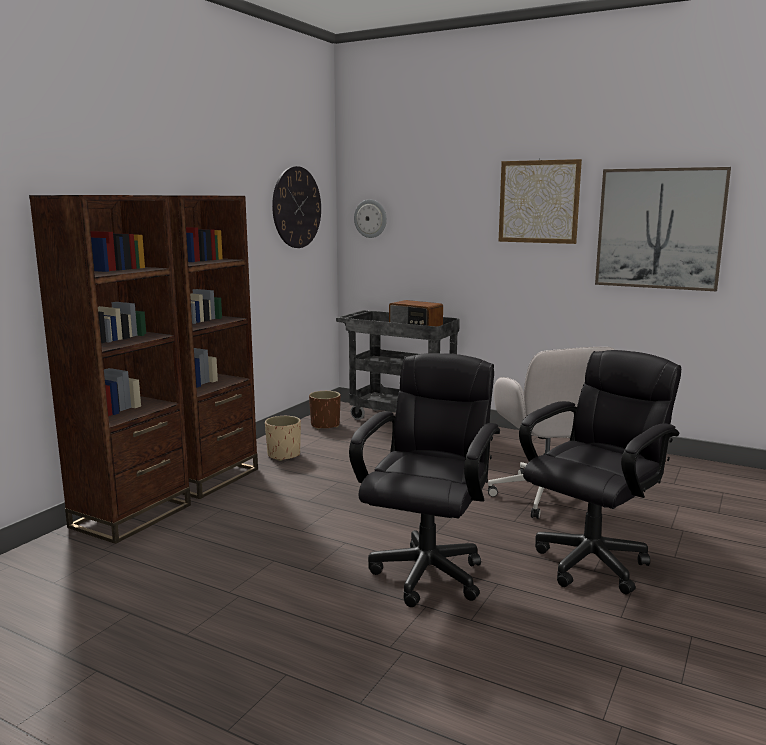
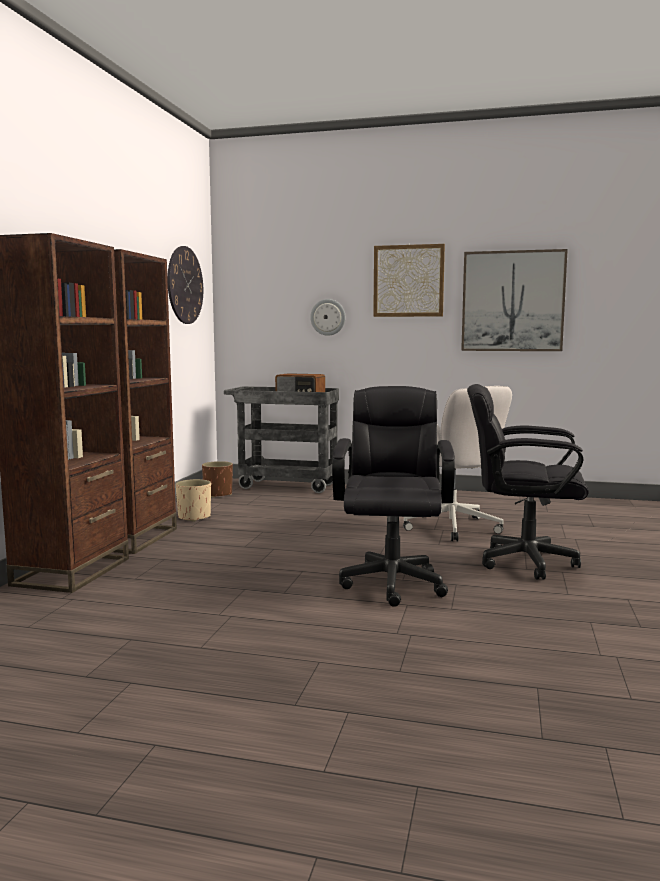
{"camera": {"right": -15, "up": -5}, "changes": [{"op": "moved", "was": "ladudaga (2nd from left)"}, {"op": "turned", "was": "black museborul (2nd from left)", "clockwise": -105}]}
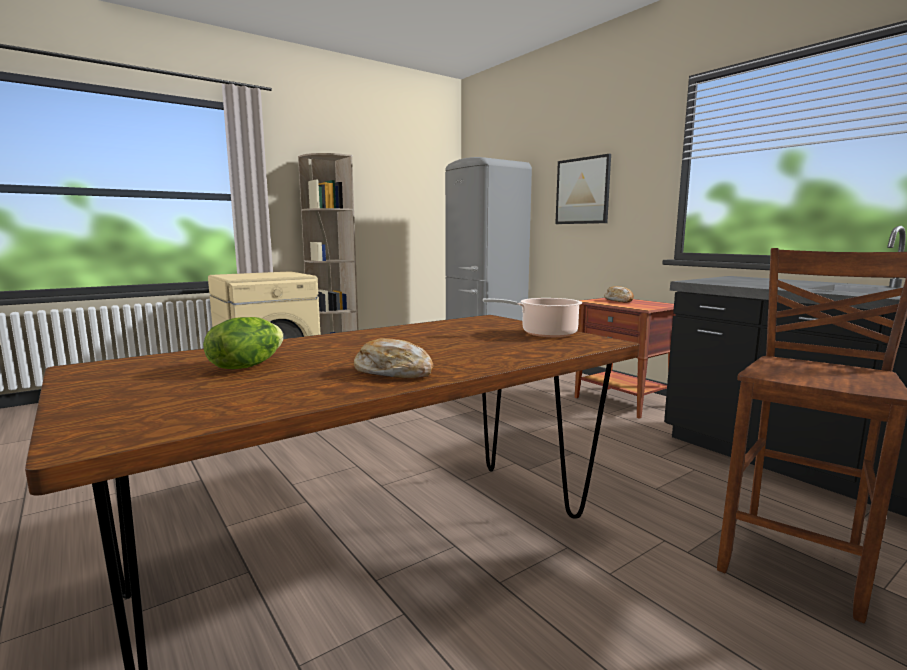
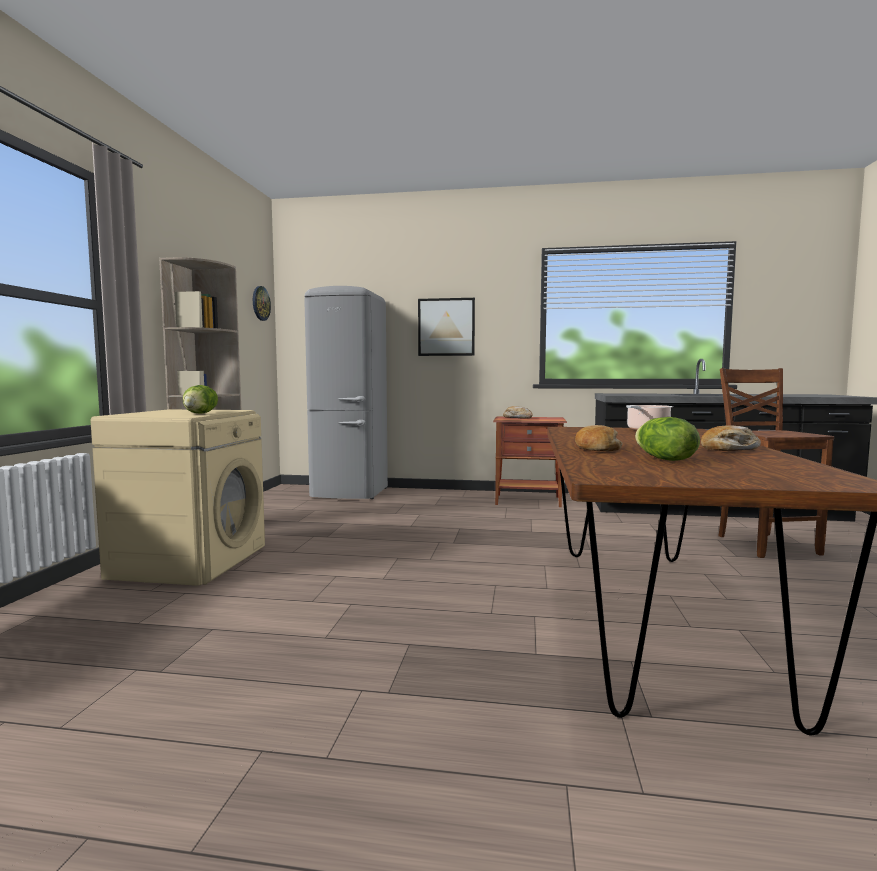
{"camera": {"right": -45, "up": -5}, "changes": [{"op": "added", "now": "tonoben (1st from left)"}, {"op": "added", "now": "ladudaga"}, {"op": "added", "now": "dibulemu (2nd from left)"}]}
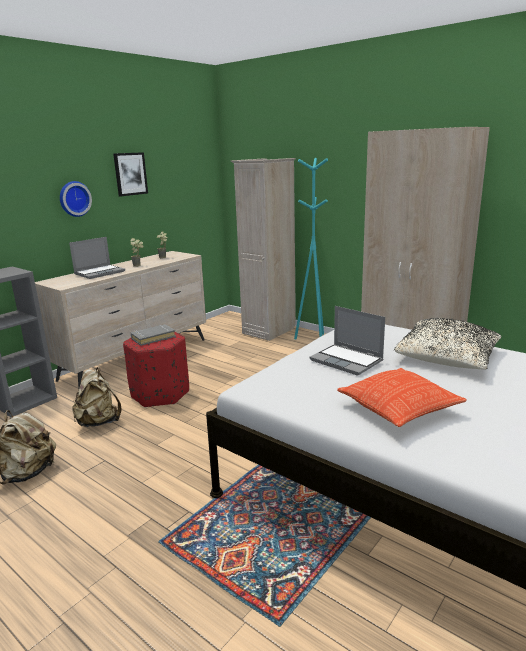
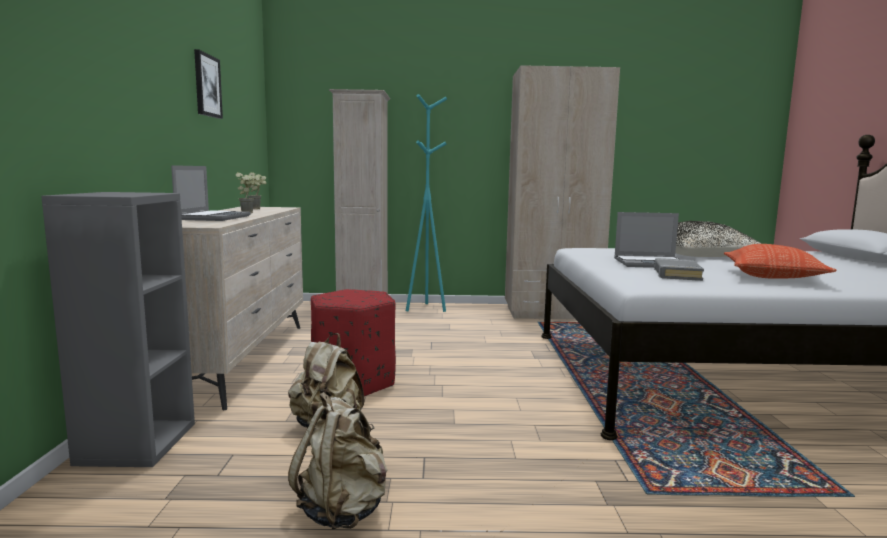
{"camera": {"right": -40, "up": -10}, "changes": [{"op": "moved", "was": "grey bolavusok"}, {"op": "removed", "was": "ladudaga"}]}
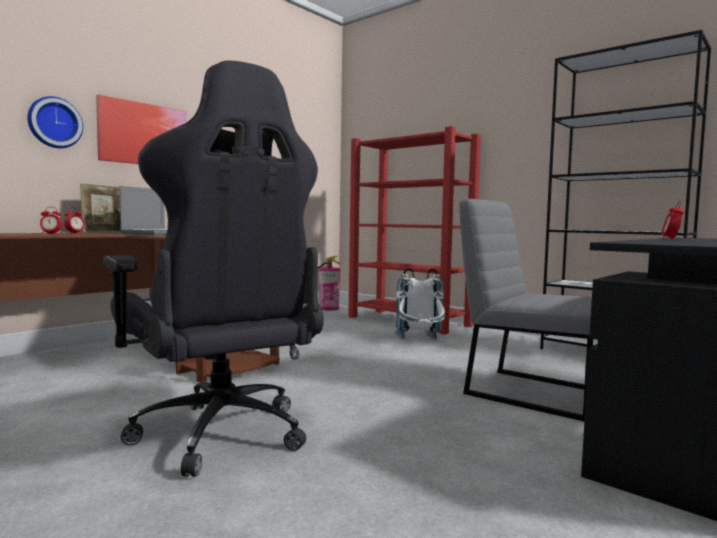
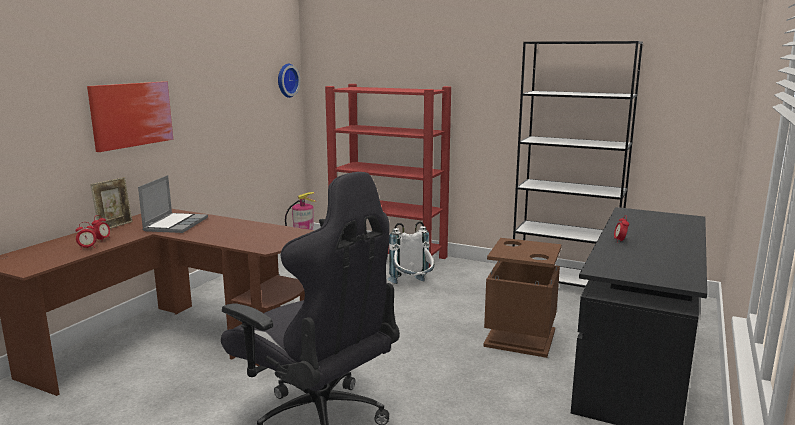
{"camera": {"right": -15, "up": 10}, "changes": [{"op": "moved", "was": "ladudaga"}, {"op": "replaced", "was": "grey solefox", "now": "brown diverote"}]}
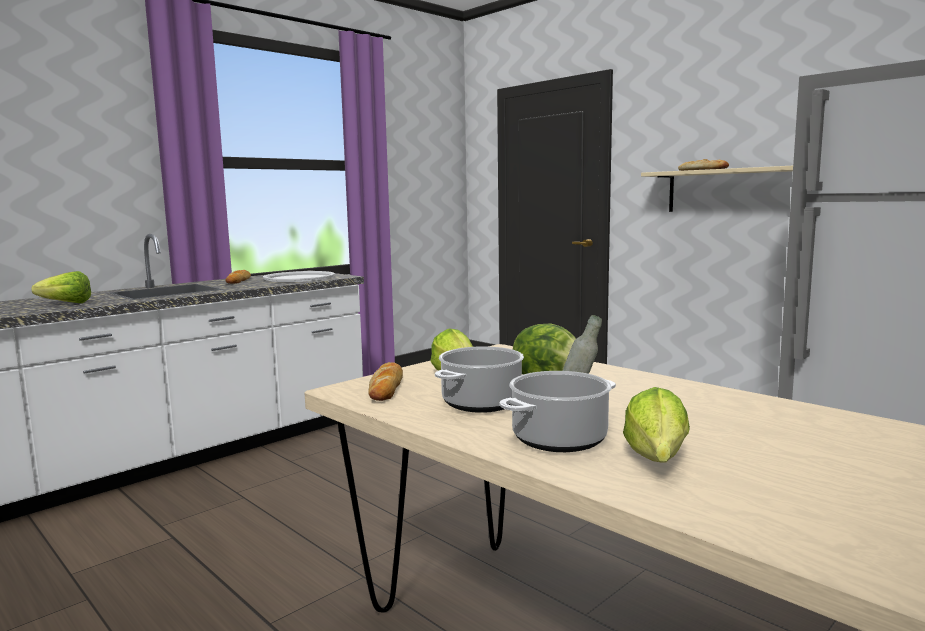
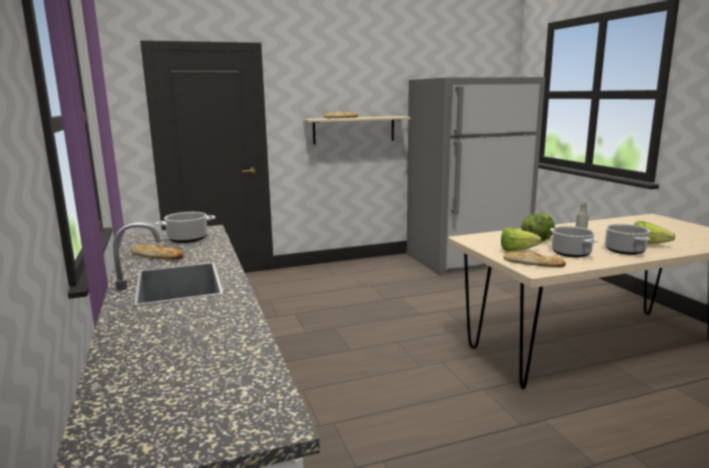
{"camera": {"right": -65, "up": 5}, "changes": [{"op": "replaced", "was": "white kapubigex", "now": "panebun (1st from left)"}, {"op": "removed", "was": "tonoben (1st from left)"}]}
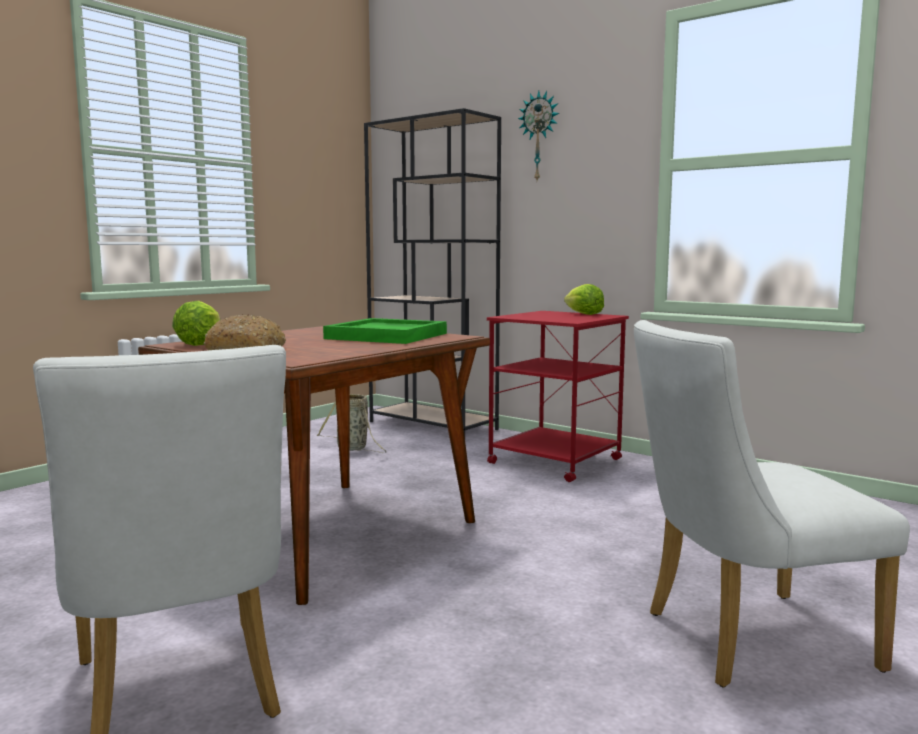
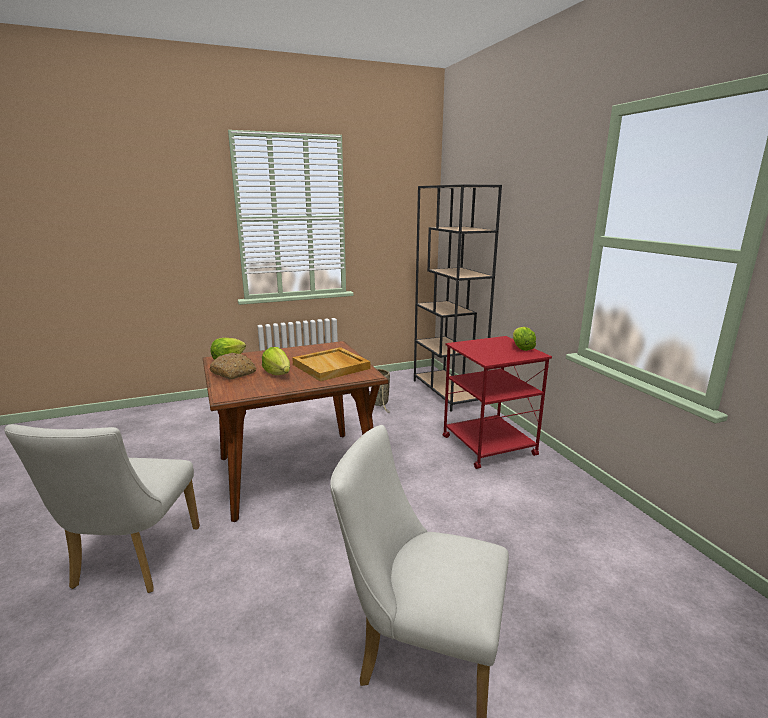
{"camera": {"right": 30, "up": 10}, "changes": [{"op": "added", "now": "tonoben (2nd from left)"}, {"op": "recoloured", "was": "green kapubigex", "now": "beige kapubigex"}, {"op": "removed", "was": "ladudaga"}]}
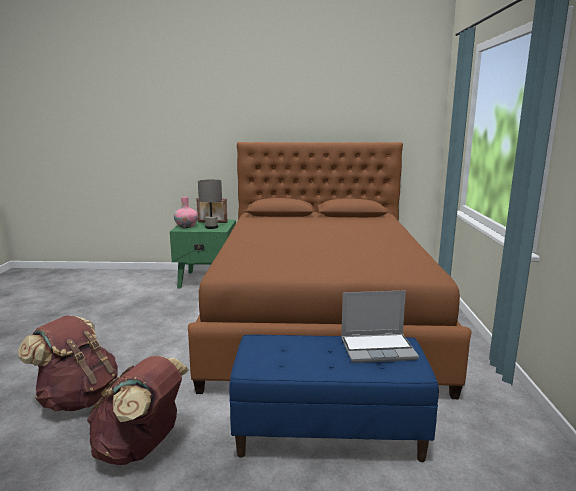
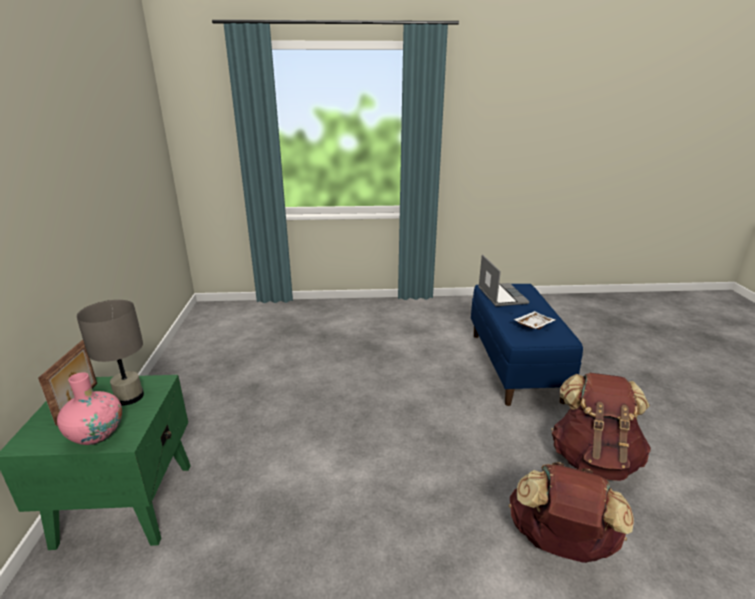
{"camera": {"right": -95, "up": 10}, "changes": [{"op": "added", "now": "white kapubigex"}, {"op": "removed", "was": "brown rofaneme"}]}
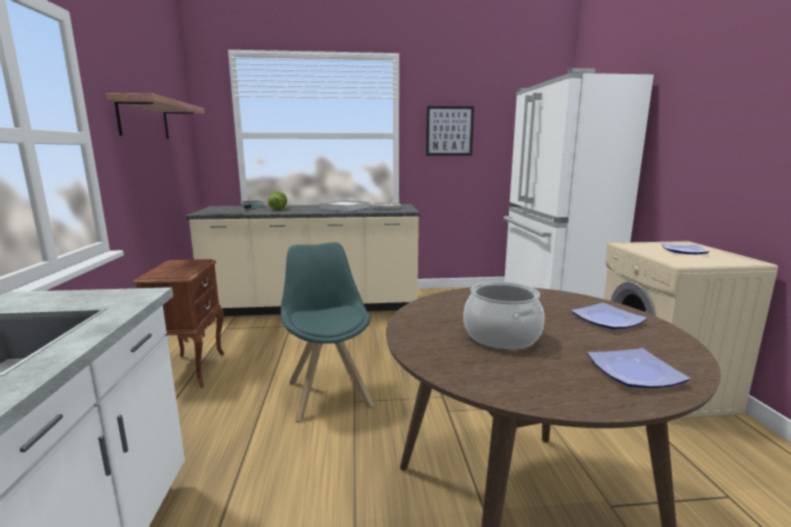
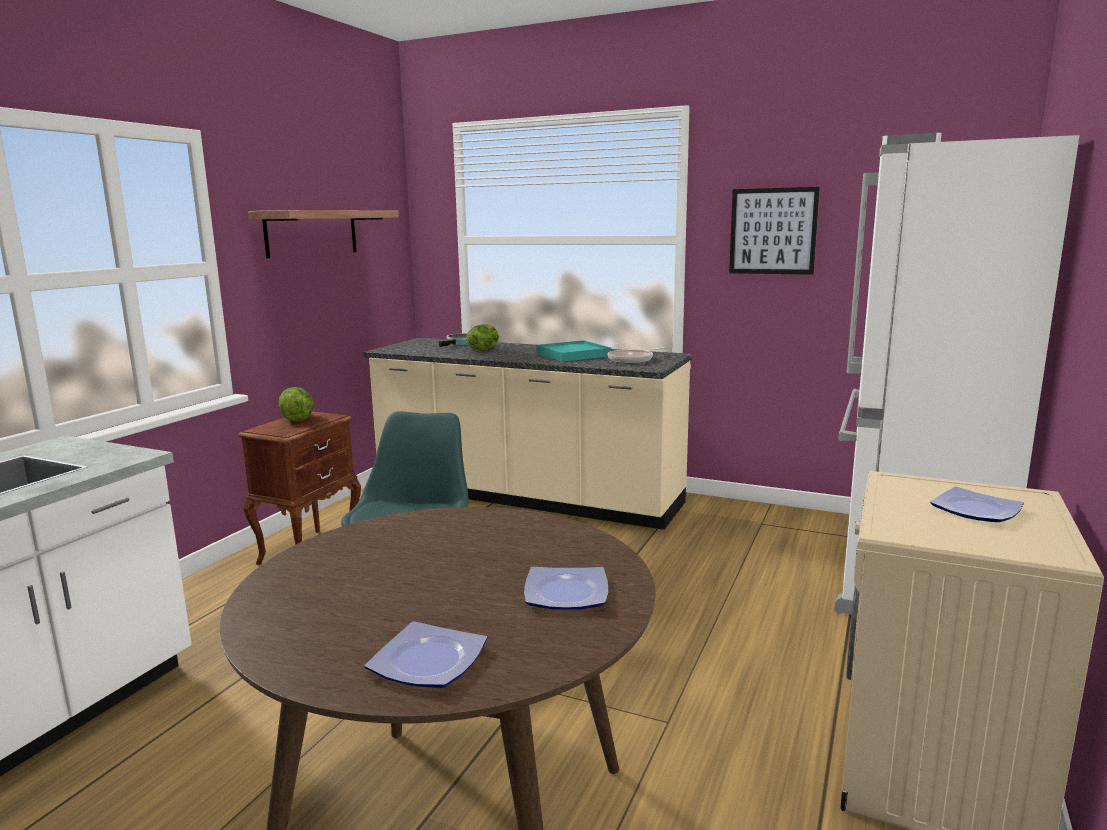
{"camera": {"right": 30, "up": 0}, "changes": [{"op": "added", "now": "tonoben (1st from left)"}, {"op": "recoloured", "was": "white kapubigex", "now": "turquoise kapubigex"}, {"op": "removed", "was": "panebun"}]}
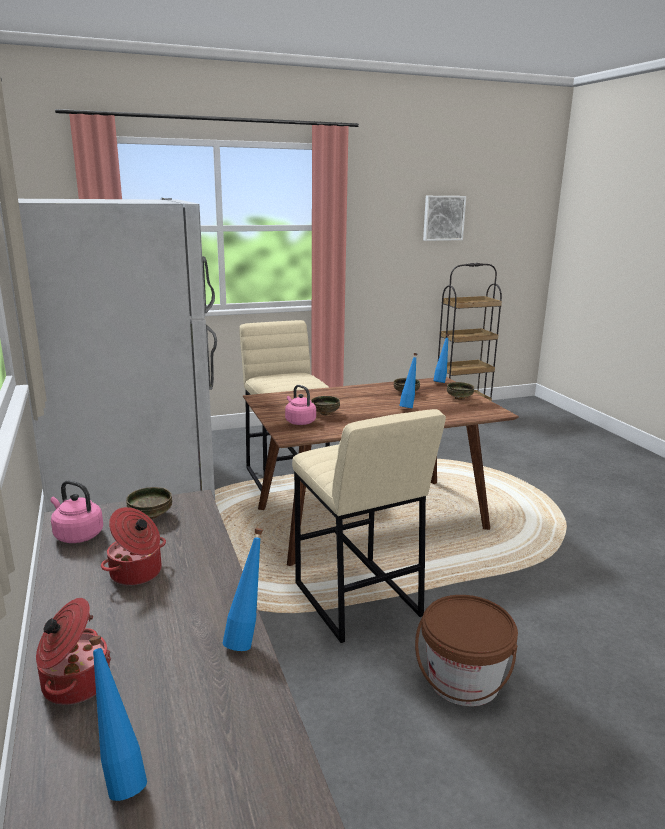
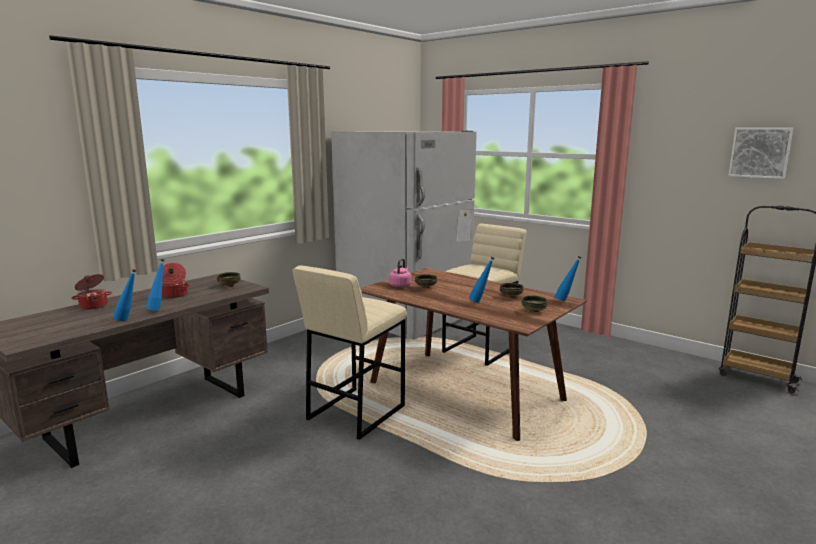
{"camera": {"right": 60, "up": -5}, "changes": [{"op": "moved", "was": "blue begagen (1st from left in the first image)", "now": "blue begagen (2nd from left)"}, {"op": "removed", "was": "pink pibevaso (1st from left)"}, {"op": "removed", "was": "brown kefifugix"}]}
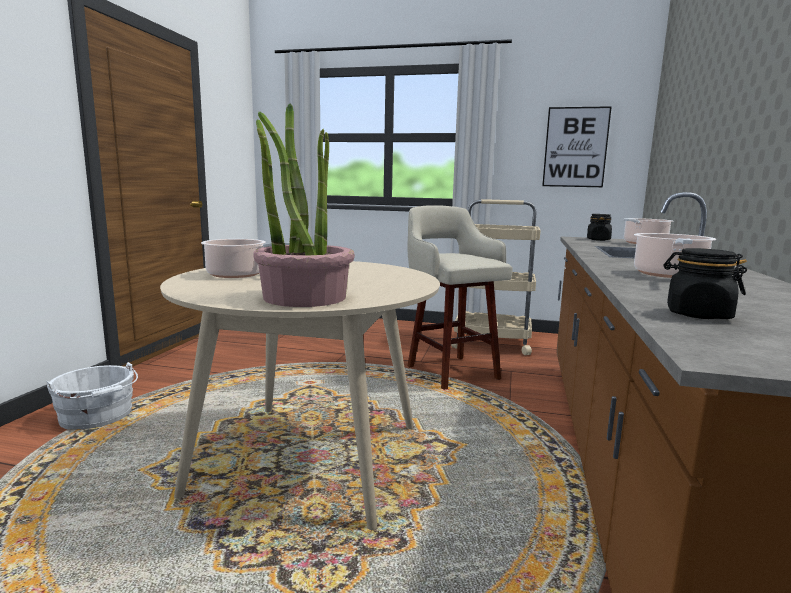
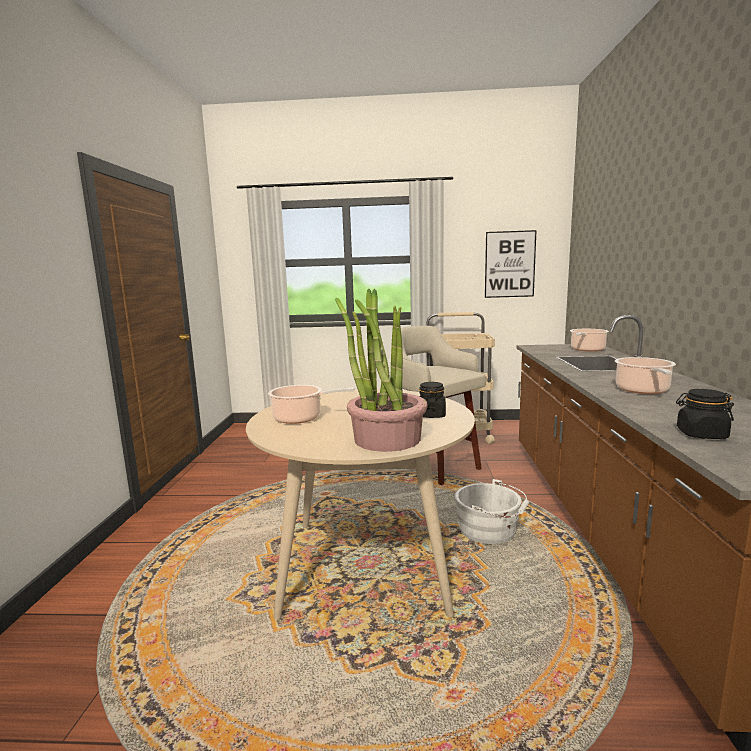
{"camera": {"right": -10, "up": 0}, "changes": [{"op": "moved", "was": "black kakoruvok (1st from left)"}, {"op": "moved", "was": "white kefifugix"}]}
